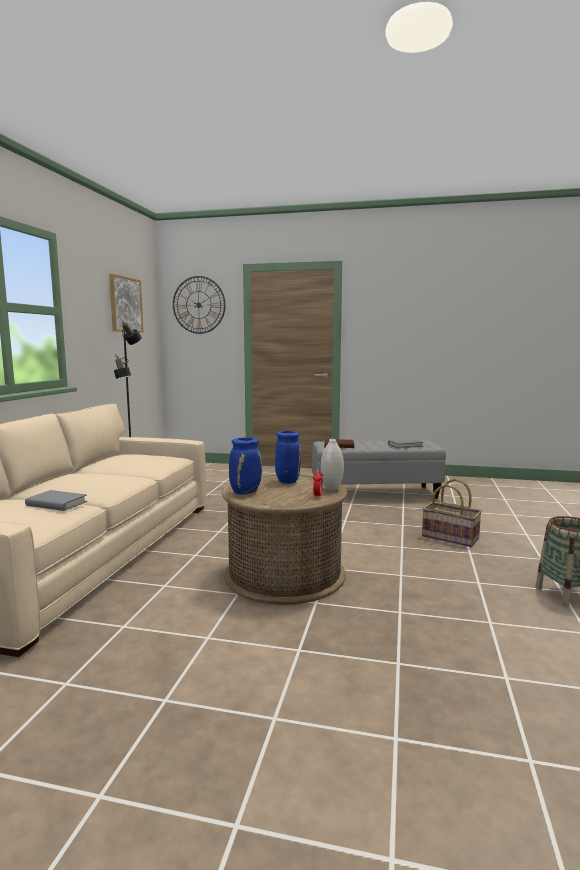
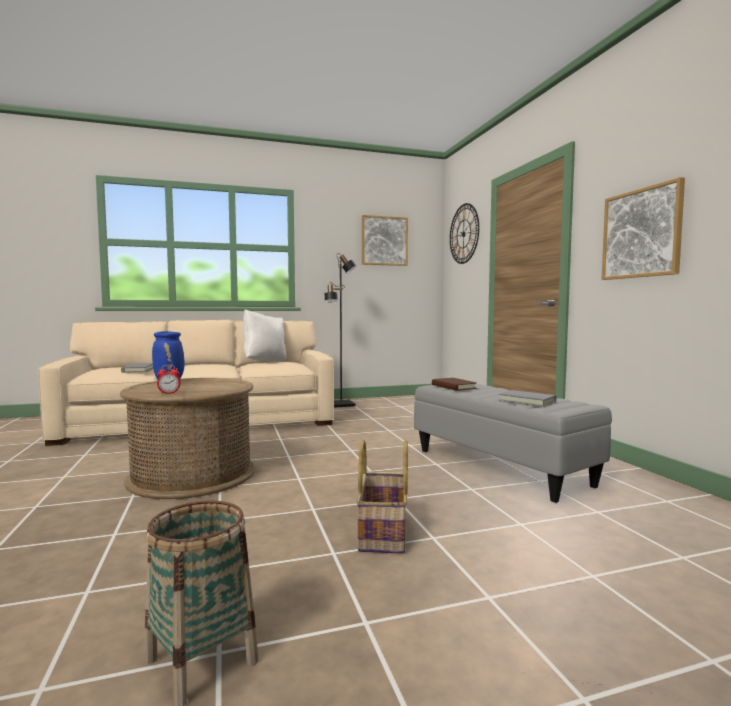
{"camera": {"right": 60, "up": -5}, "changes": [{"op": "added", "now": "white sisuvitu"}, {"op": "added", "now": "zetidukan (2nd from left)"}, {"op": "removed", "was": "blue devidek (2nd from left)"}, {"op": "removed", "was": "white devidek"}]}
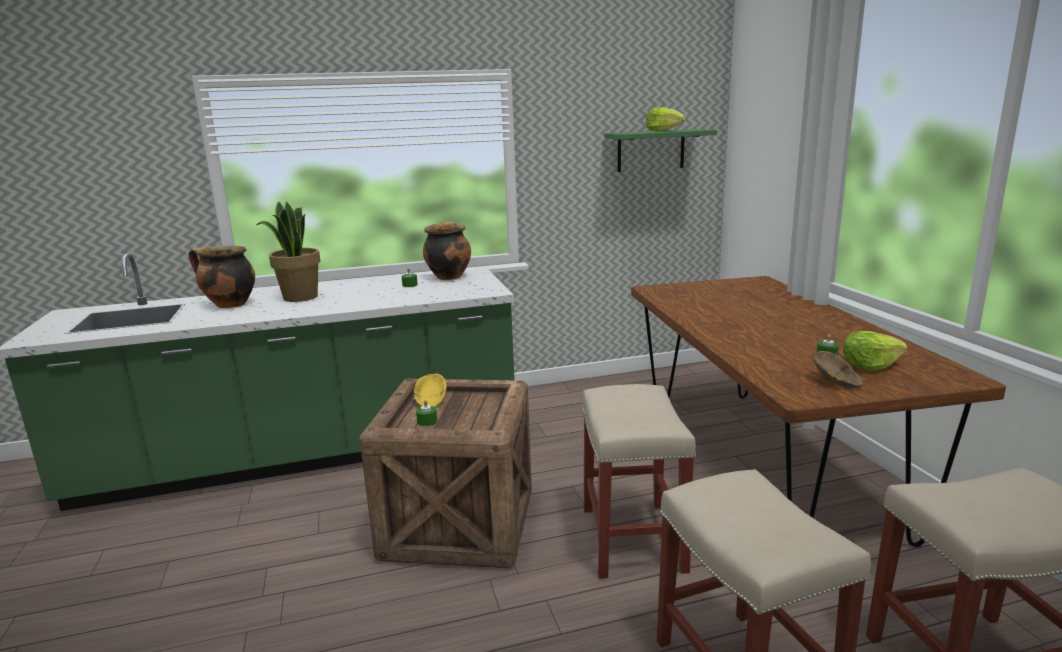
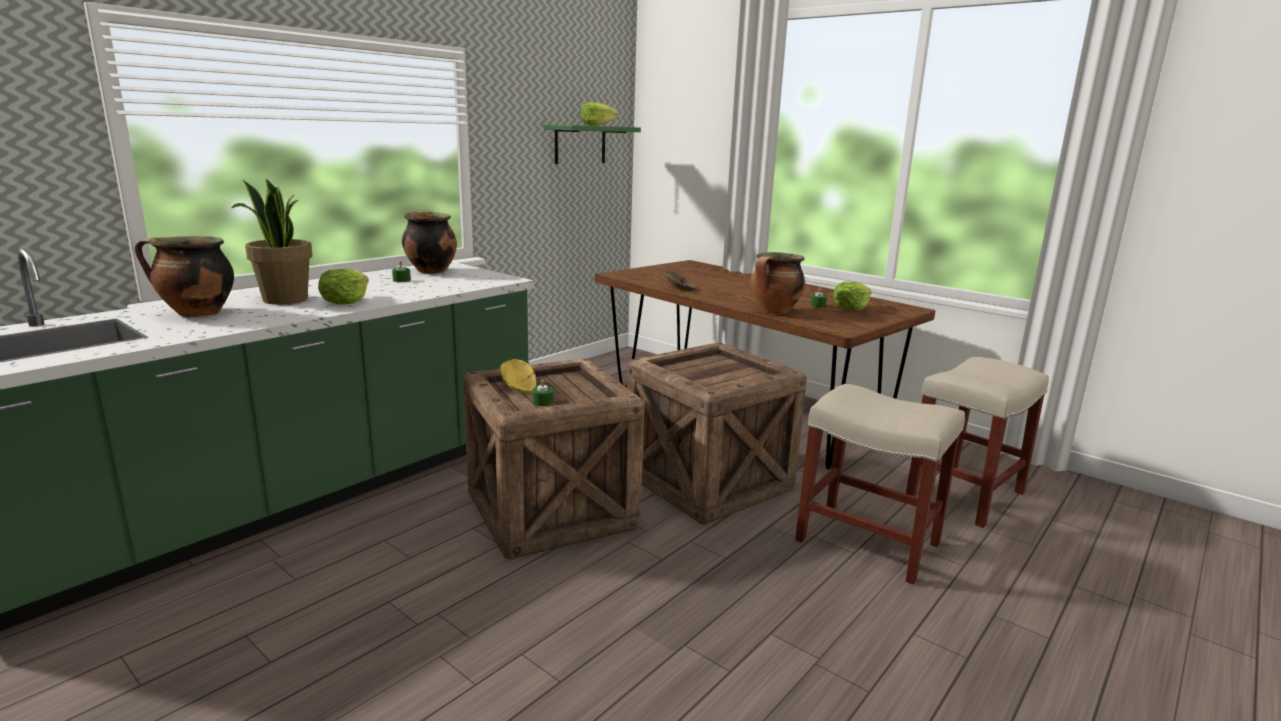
{"camera": {"right": -35, "up": 0}, "changes": [{"op": "added", "now": "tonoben (1st from left)"}, {"op": "replaced", "was": "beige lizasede (1st from left)", "now": "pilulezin (2nd from left)"}, {"op": "moved", "was": "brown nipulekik"}, {"op": "added", "now": "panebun (3rd from left)"}]}
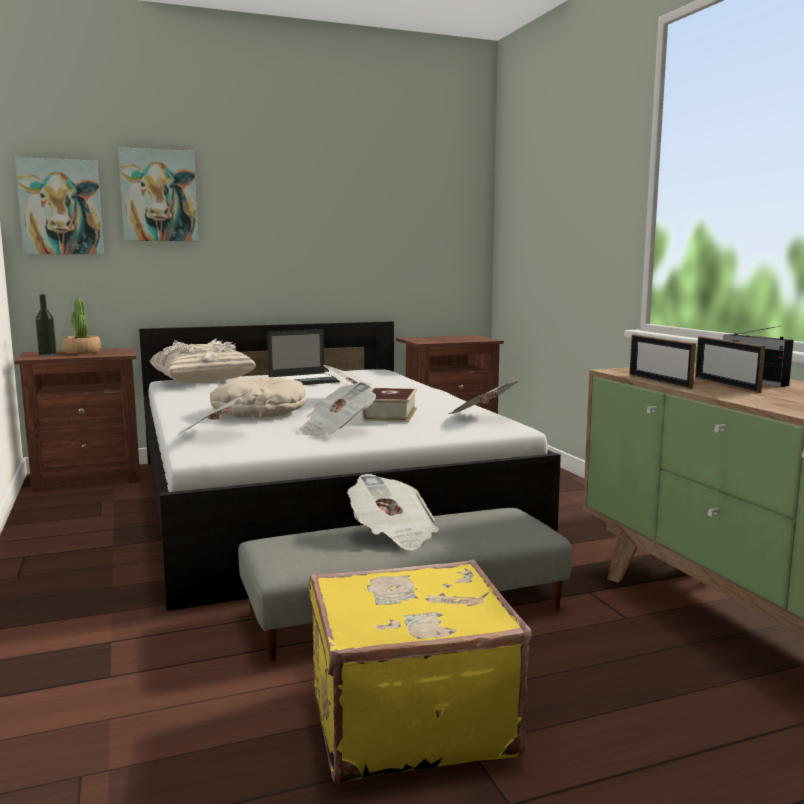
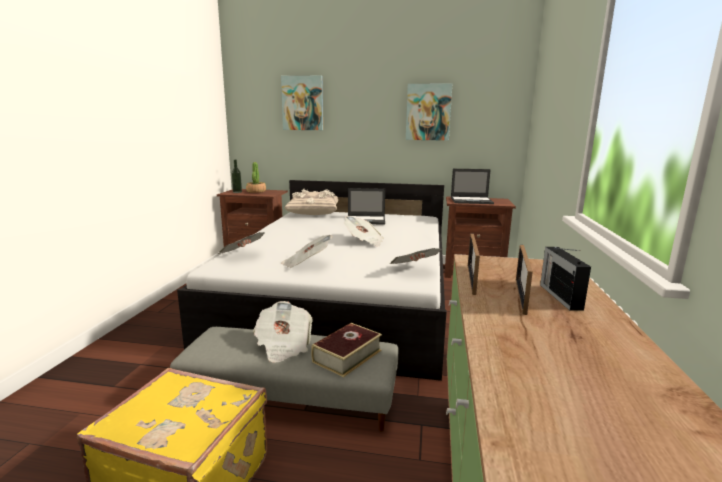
{"camera": {"right": 30, "up": 5}, "changes": [{"op": "moved", "was": "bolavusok"}, {"op": "moved", "was": "zetidukan (1st from left in the first image)", "now": "zetidukan (2nd from left)"}, {"op": "added", "now": "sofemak (2nd from left)"}, {"op": "removed", "was": "beige sisuvitu (2nd from left)"}]}
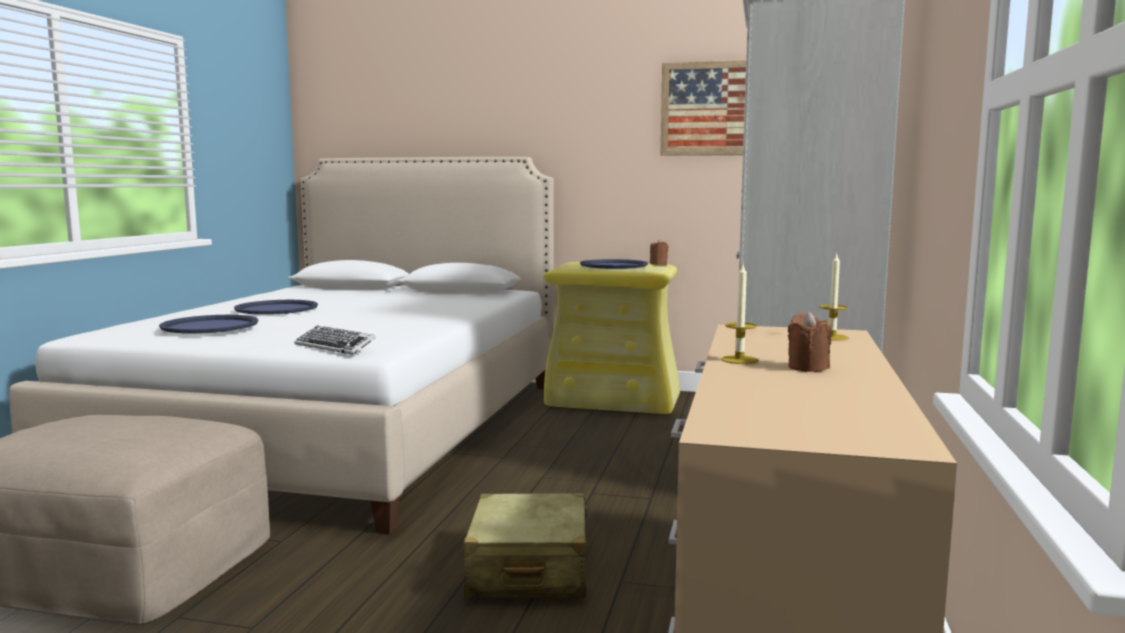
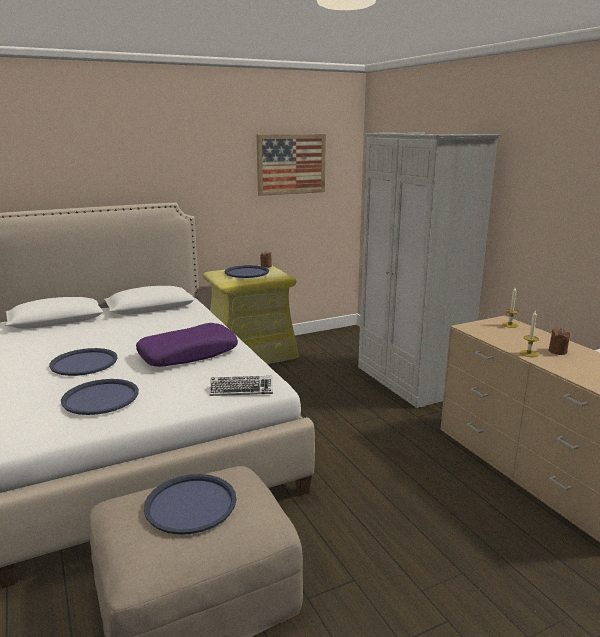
{"camera": {"right": -40, "up": 10}, "changes": [{"op": "added", "now": "purple sisuvitu"}, {"op": "added", "now": "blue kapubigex (3rd from left)"}, {"op": "removed", "was": "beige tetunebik"}]}
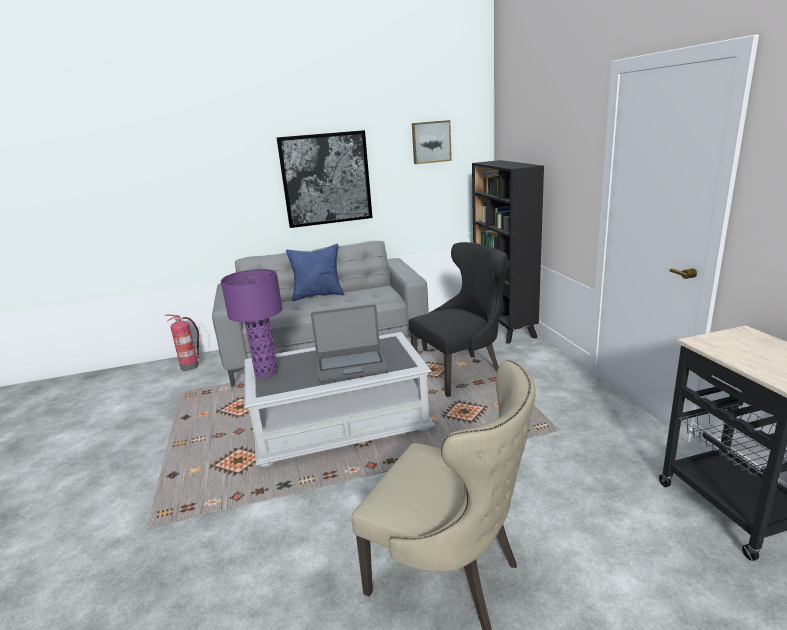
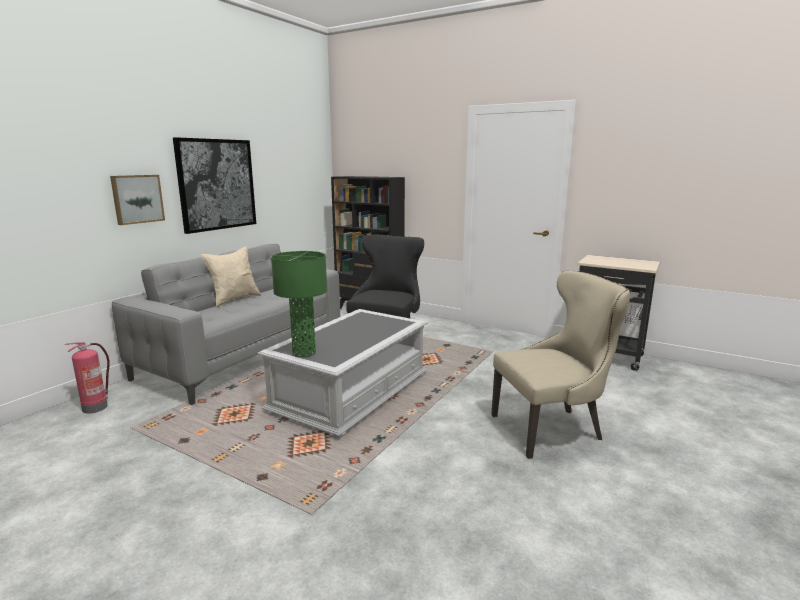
{"camera": {"right": -45, "up": -5}, "changes": [{"op": "moved", "was": "zetidukan (2nd from left in the first image)", "now": "zetidukan (1st from left)"}, {"op": "recoloured", "was": "blue sisuvitu", "now": "beige sisuvitu"}, {"op": "recoloured", "was": "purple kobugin", "now": "green kobugin"}, {"op": "removed", "was": "sofemak"}]}
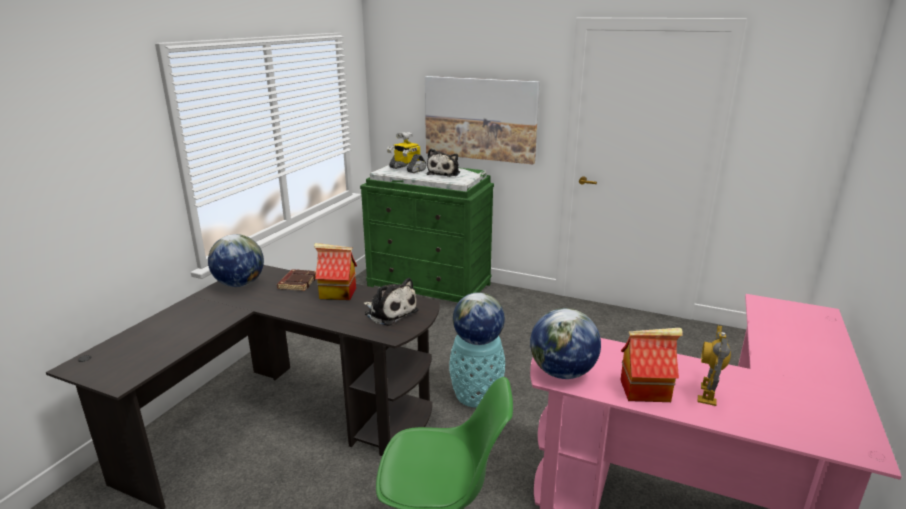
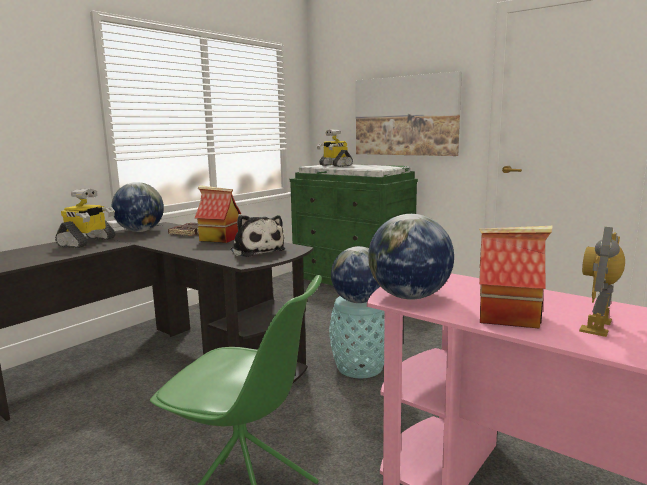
{"camera": {"right": 15, "up": -10}, "changes": [{"op": "added", "now": "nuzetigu (1st from left)"}, {"op": "removed", "was": "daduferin (2nd from left)"}]}
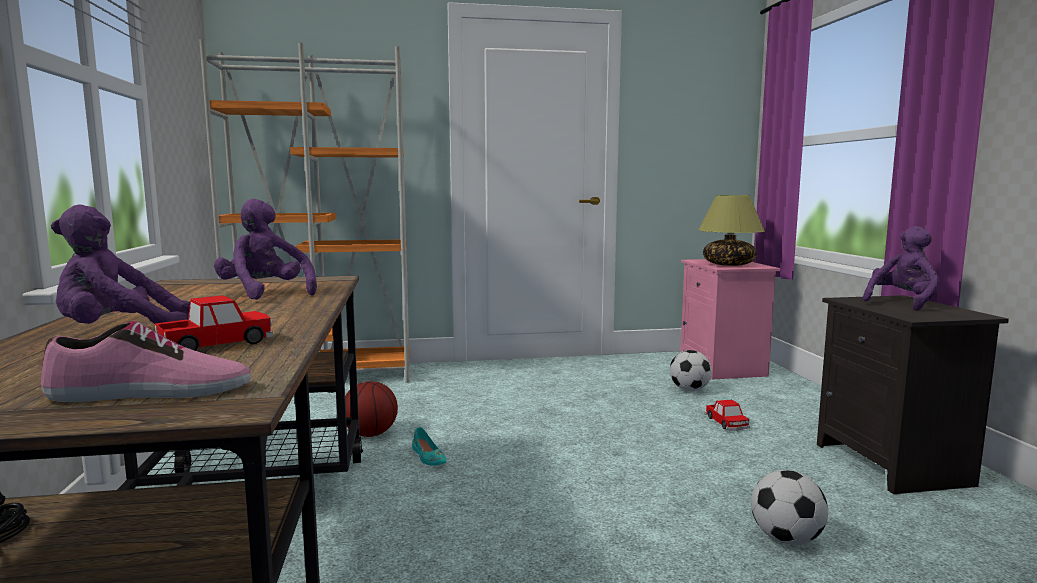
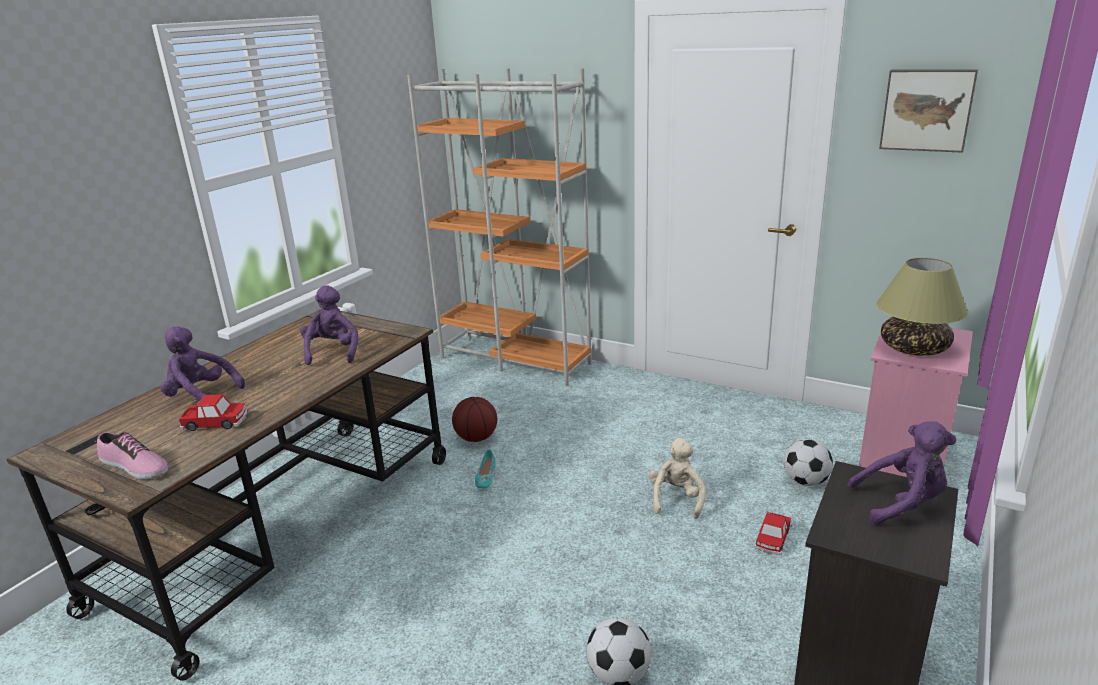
{"camera": {"right": 40, "up": 15}, "changes": [{"op": "added", "now": "beige daduferin"}, {"op": "added", "now": "zetidukan"}]}
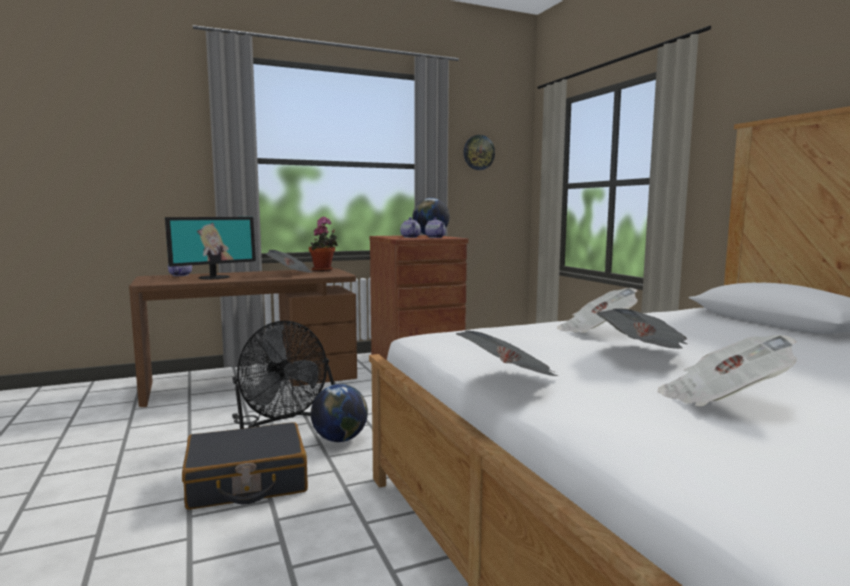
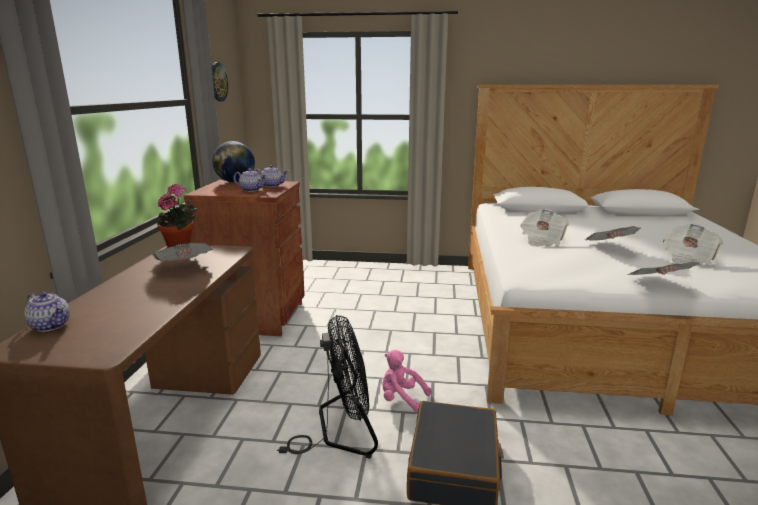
{"camera": {"right": -60, "up": 10}, "changes": [{"op": "replaced", "was": "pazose (1st from left)", "now": "pink daduferin"}, {"op": "removed", "was": "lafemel"}]}
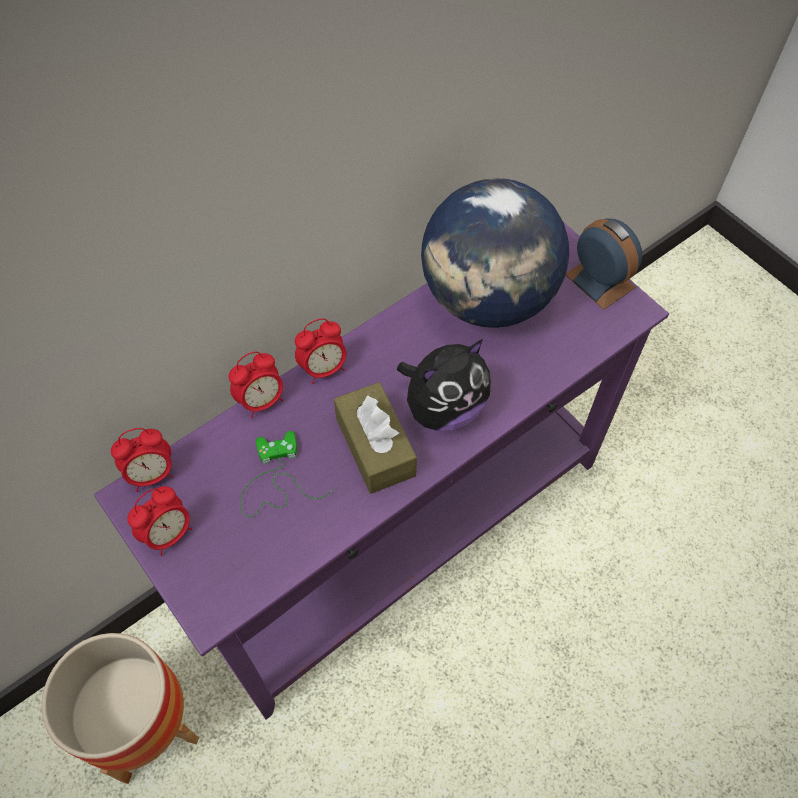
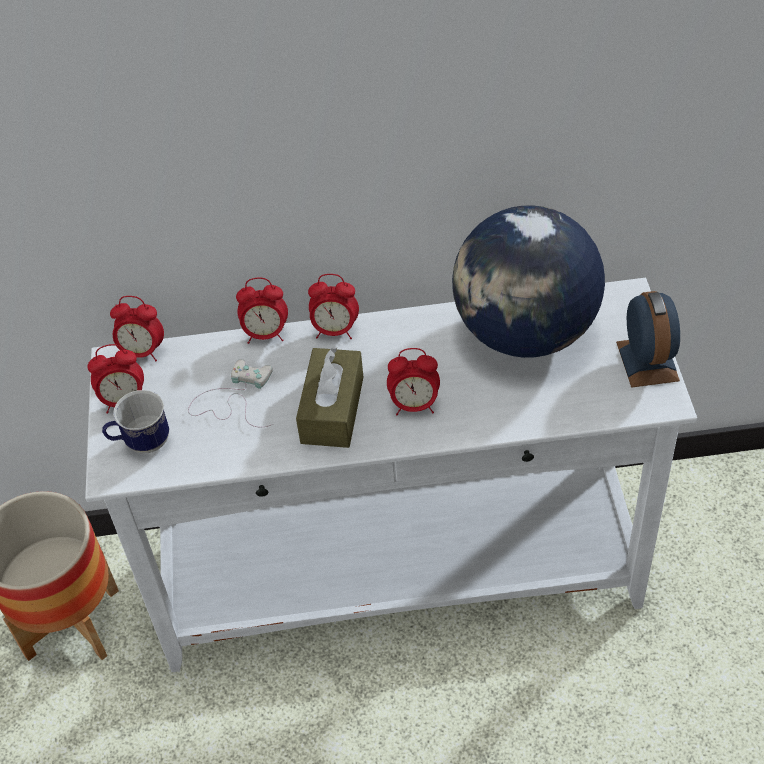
{"camera": {"right": 35, "up": -10}, "changes": [{"op": "recoloured", "was": "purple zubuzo", "now": "white zubuzo"}, {"op": "added", "now": "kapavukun"}, {"op": "recoloured", "was": "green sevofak", "now": "white sevofak"}, {"op": "replaced", "was": "daduferin", "now": "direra (5th from left)"}]}
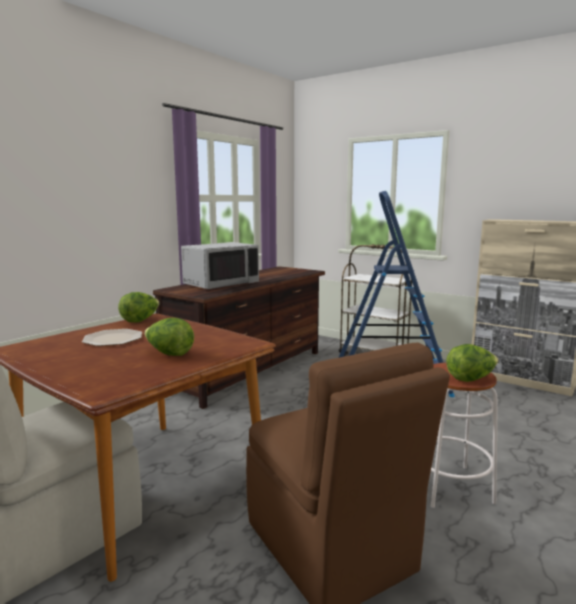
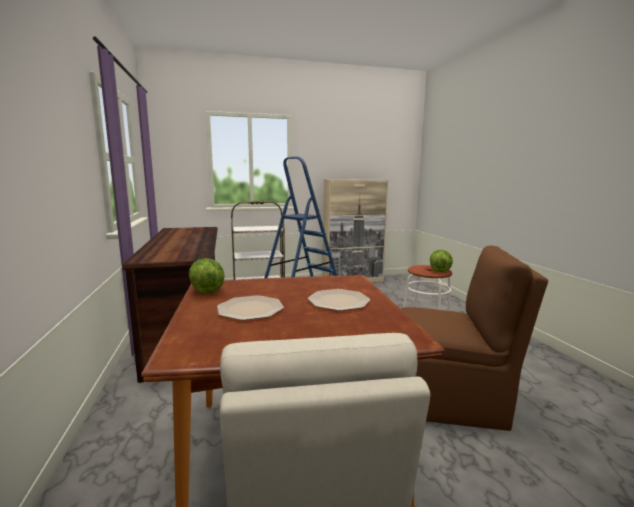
{"camera": {"right": -50, "up": 0}, "changes": [{"op": "replaced", "was": "tonoben (2nd from left)", "now": "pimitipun (2nd from left)"}, {"op": "removed", "was": "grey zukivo"}]}
